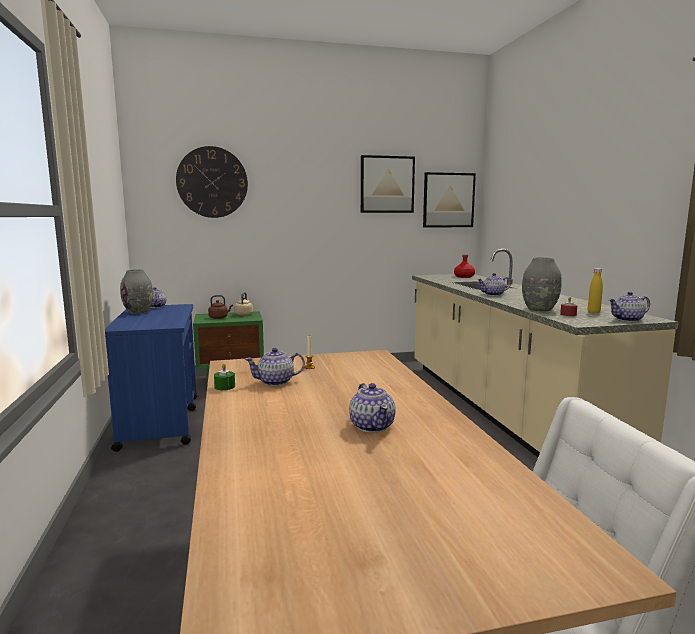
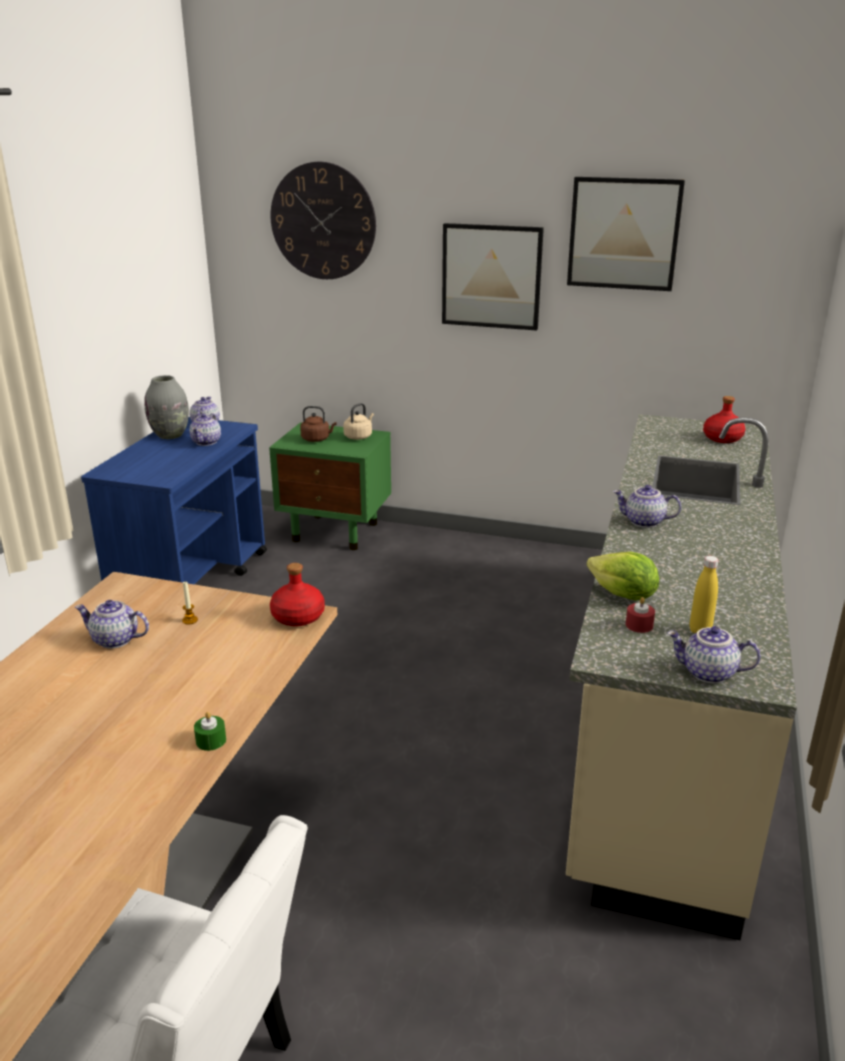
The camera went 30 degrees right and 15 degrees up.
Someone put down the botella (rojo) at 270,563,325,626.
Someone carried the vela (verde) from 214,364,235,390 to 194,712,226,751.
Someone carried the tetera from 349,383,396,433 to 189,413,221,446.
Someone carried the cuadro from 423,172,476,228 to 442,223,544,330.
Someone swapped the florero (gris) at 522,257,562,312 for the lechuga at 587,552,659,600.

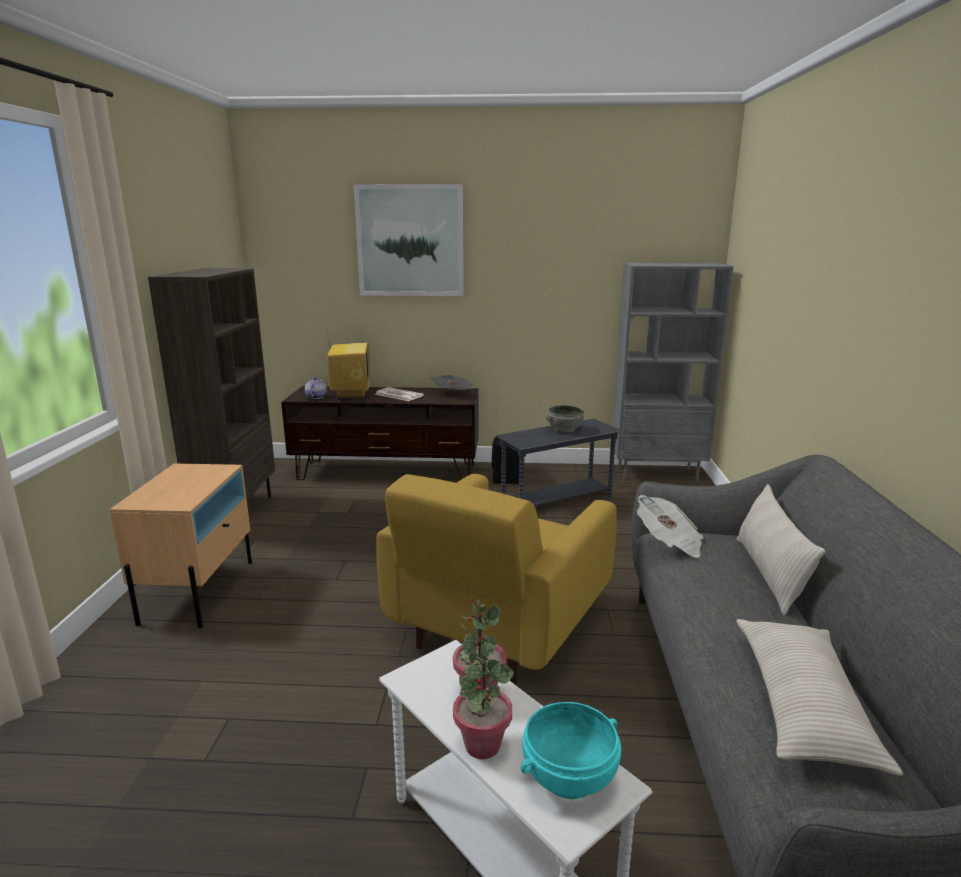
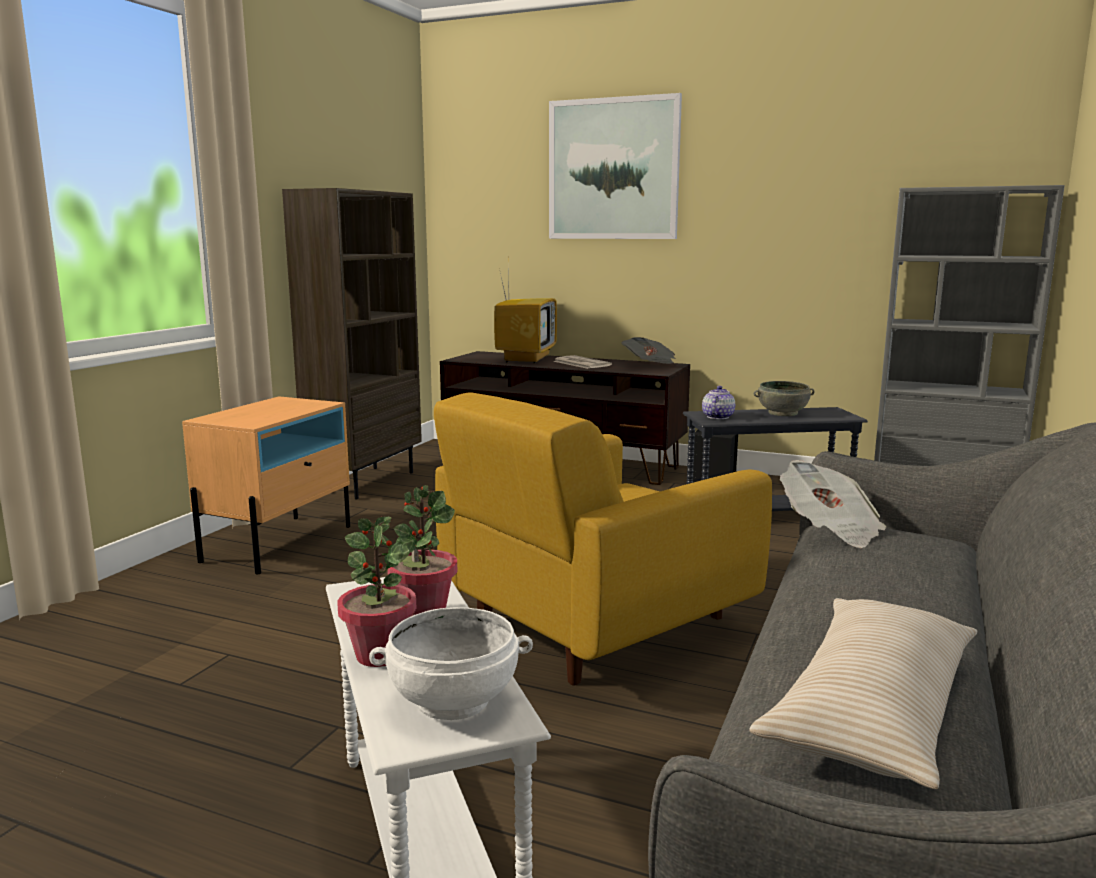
The camera went 20 degrees right and 5 degrees down.
Someone took away the cojín (beis) at 737,484,825,616.
Someone carried the tetera from 305,377,327,399 to 702,386,735,419.
Someone repainted the cuenco (turquesa) at 520,702,621,799, which became the cuenco (blanco) at 369,607,533,720.

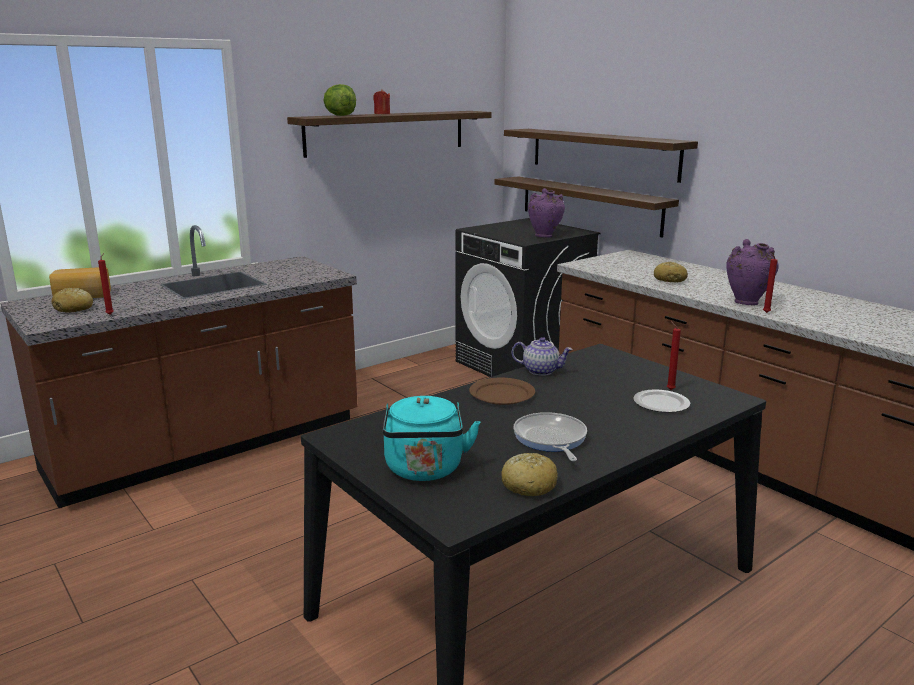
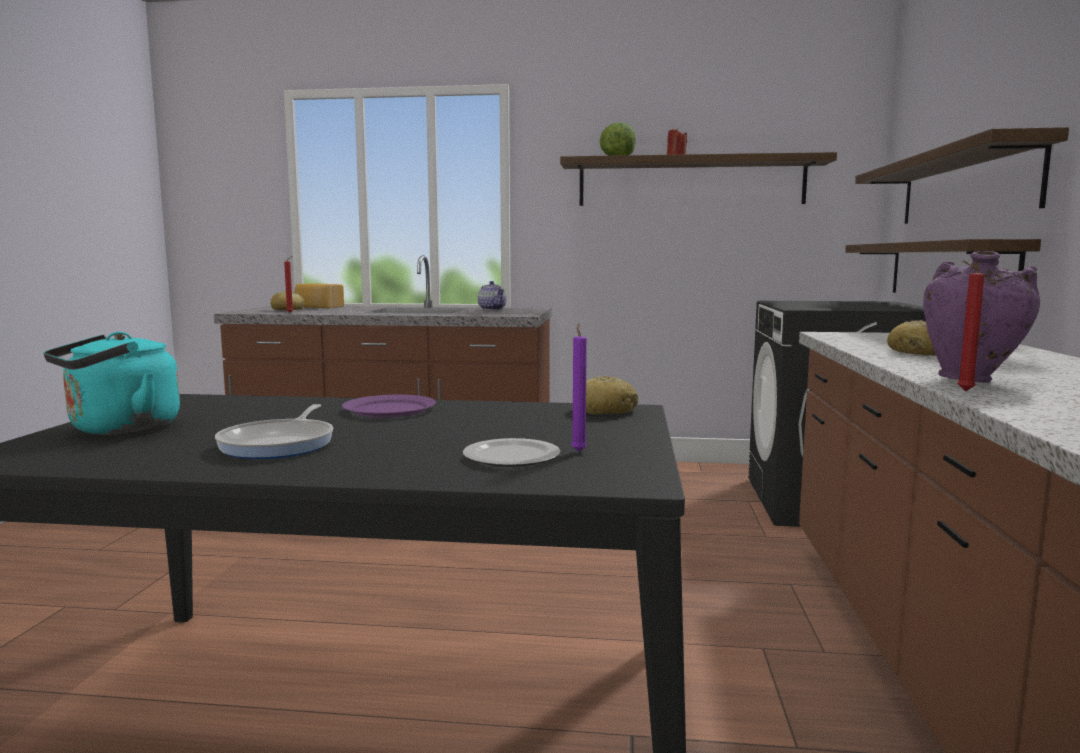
The camera went 45 degrees right and 10 degrees down.
Someone took away the florero (morado) at 528,188,565,237.
Someone carried the pan from 502,453,558,496 to 586,376,638,414.
Someone carried the tetera from 512,337,573,376 to 478,281,507,310.
Someone repainted the plato (marrón) at 469,378,535,405, which became the plato (morado) at 342,395,436,418.
Someone repainted the vela (rojo) at 667,321,681,390, which became the vela (morado) at 571,323,587,452.
Someone rotated the sartén at 513,412,587,461 by 150 degrees clockwise.

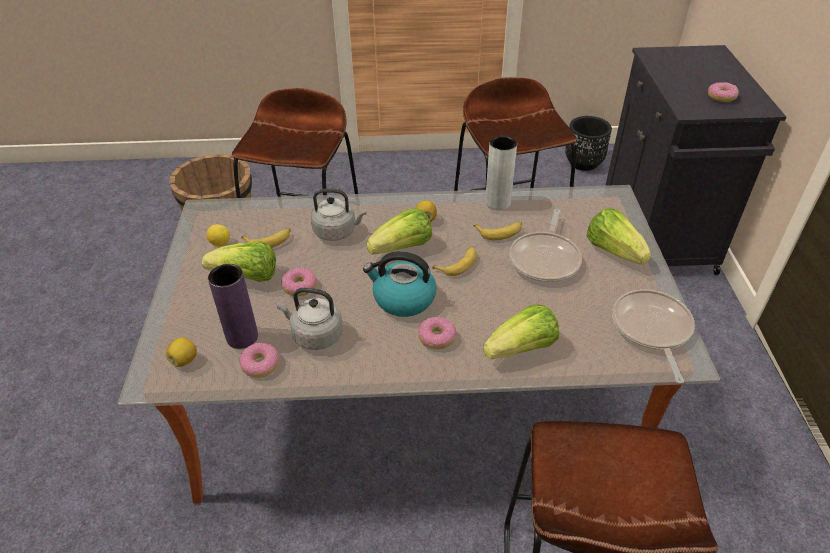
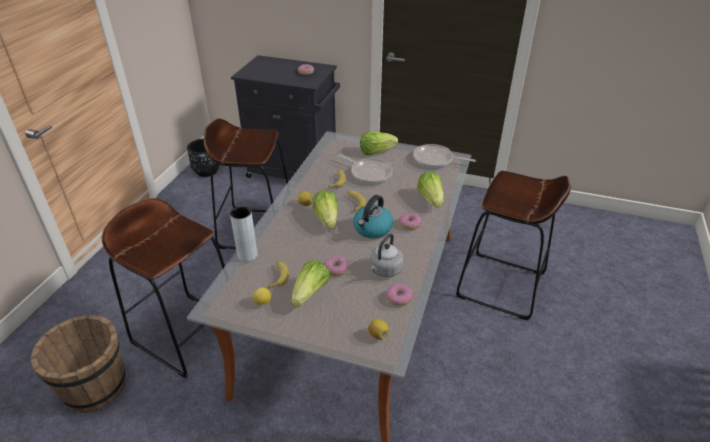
The camera went 70 degrees left and 5 degrees down.
Someone took away the florero (morado) at 208,264,258,349.
Someone took away the hervidor (gris) at 311,189,367,241.
Someone carried the florero (gris) from 485,136,517,210 to 230,206,258,262.

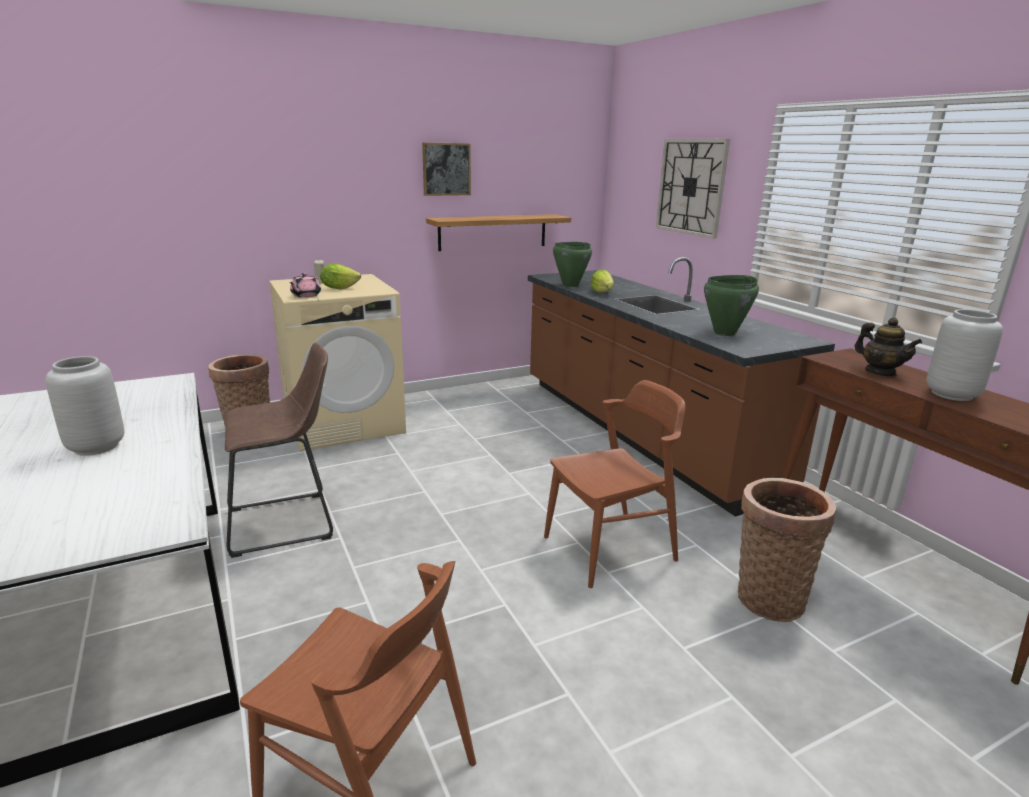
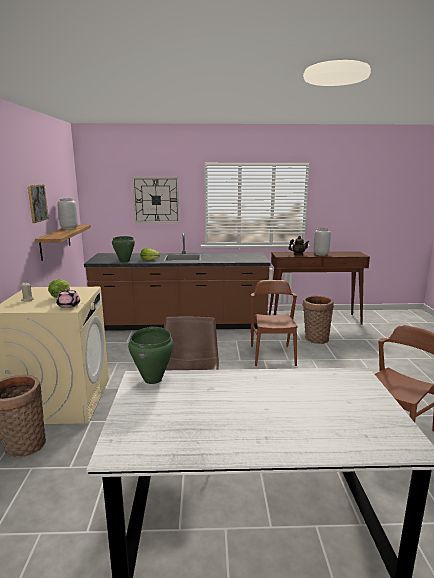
The camera went 65 degrees left and 5 degrees down.
Someone carried the florero (gris) from 46,356,124,456 to 58,198,78,229.
Someone carried the olla (verde) from 704,275,759,336 to 128,327,174,384.

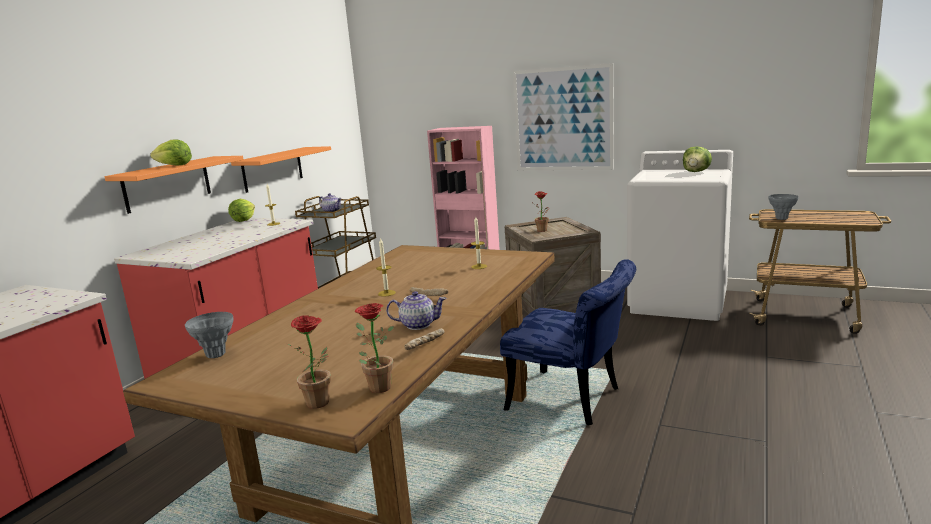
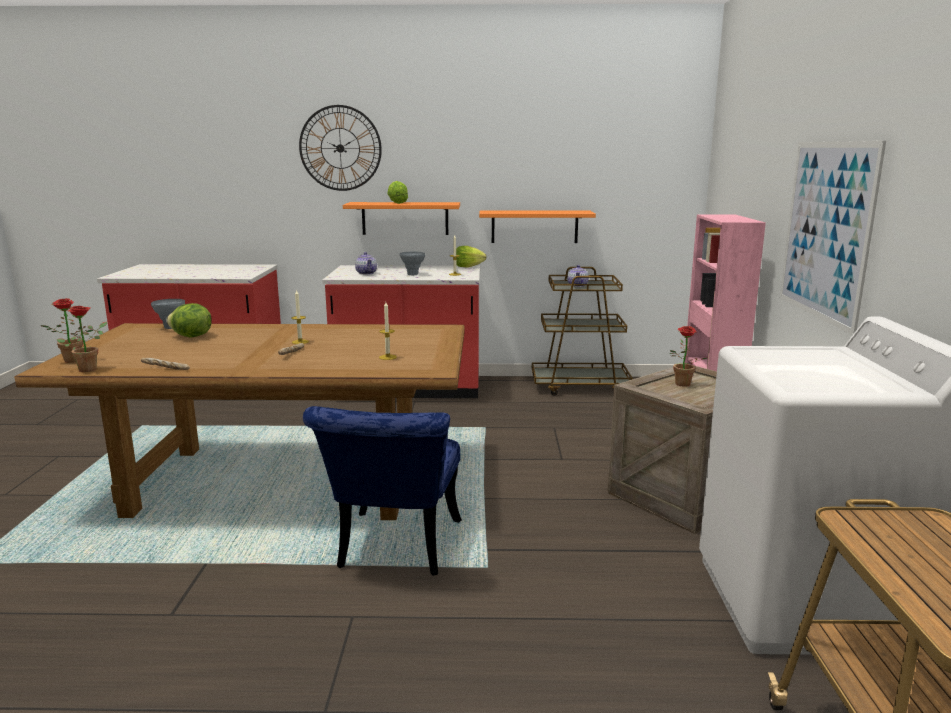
The camera went 65 degrees right and 0 degrees up.
Someone put up the reloj de pared at 299,105,382,191.
Someone carried the tetera from 386,291,447,330 to 355,252,377,275.
Someone carried the lechuga from 683,146,712,172 to 166,303,212,338.
Someone carried the florero (gris) from 768,194,799,220 to 400,252,425,275.

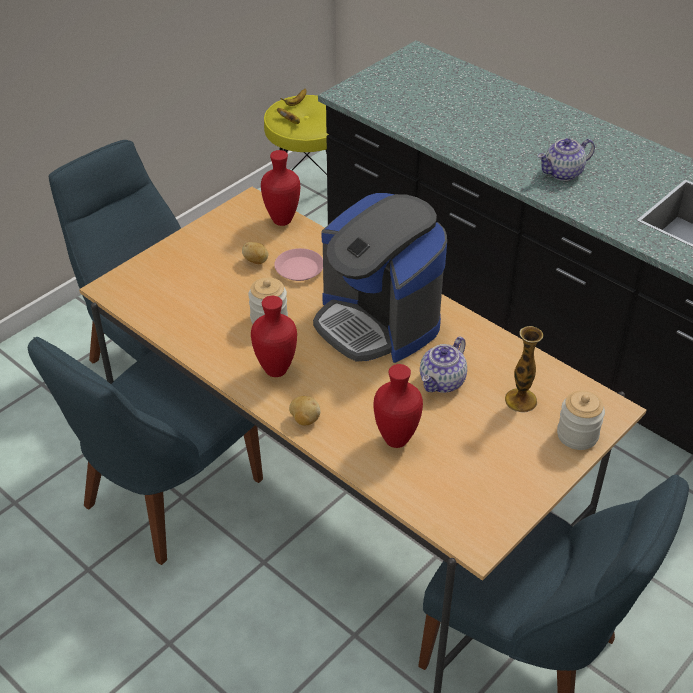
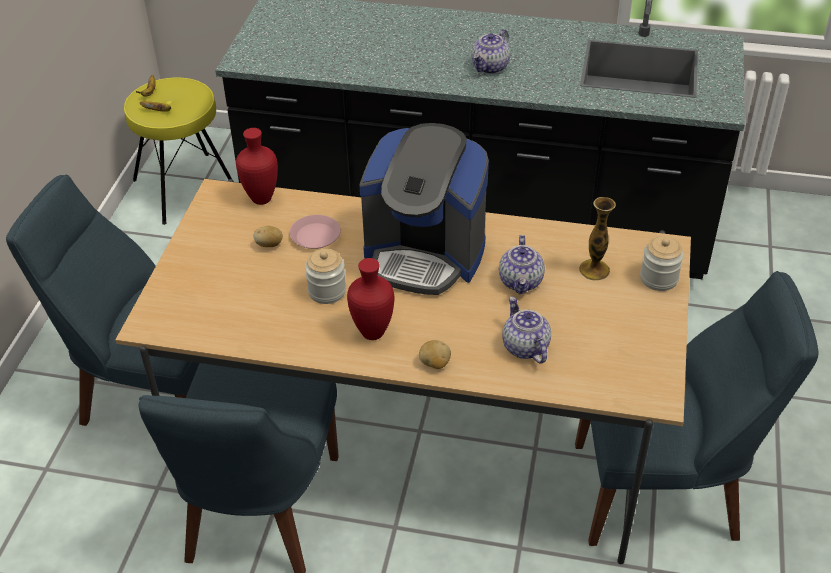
The camera went 30 degrees left and 0 degrees up.
Someone swapped the florero (rojo) at 373,364,423,448 for the tetera at 502,297,551,364.

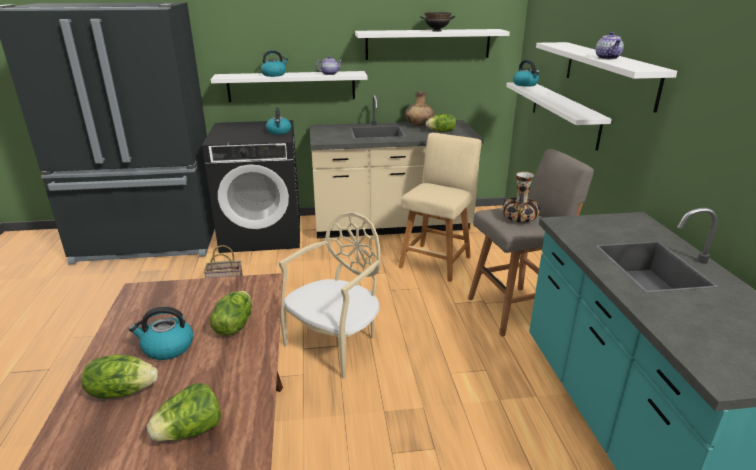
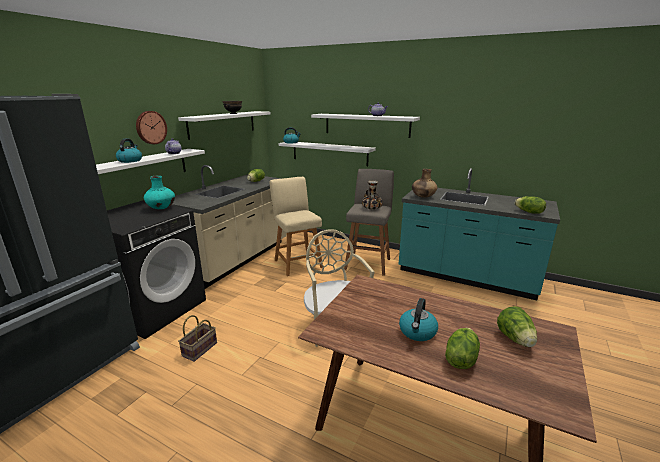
The camera went 55 degrees left and 5 degrees down.
Someone put up the reloj de pared at 136,111,167,144.
Someone carried the lechuga from 210,291,252,336 to 515,196,546,214.
Someone carried the florero (marrón) from 405,92,434,126 to 412,169,438,198.
Someone swapped the hervidor at 266,108,291,135 for the florero (turquesa) at 144,176,175,209.

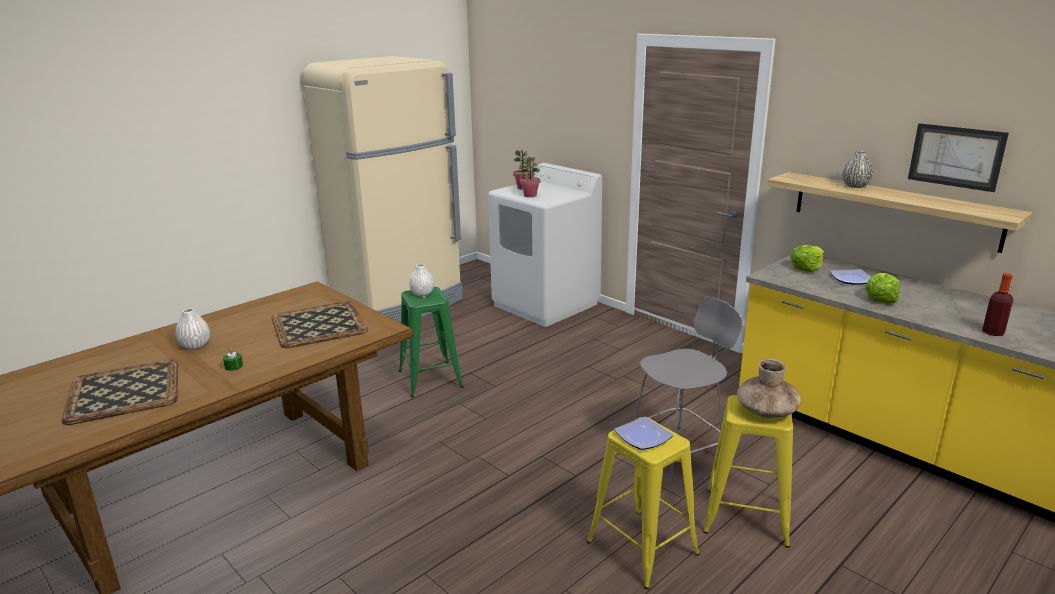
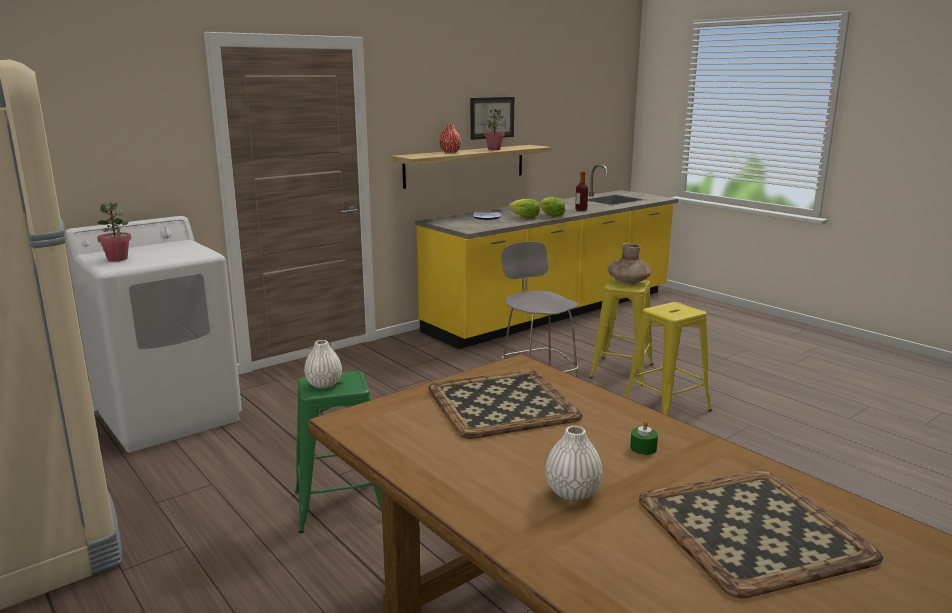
The camera went 85 degrees left and 5 degrees down.
Someone took away the plato at 614,417,674,450.
Someone carried the planta en maceta from 520,157,540,197 to 484,109,505,150.
Someone carried the lechuga from 790,245,824,272 to 539,197,565,217.
Someone repainted the florero (gris) at 842,151,873,188, which became the florero (rojo) at 439,124,461,153.

